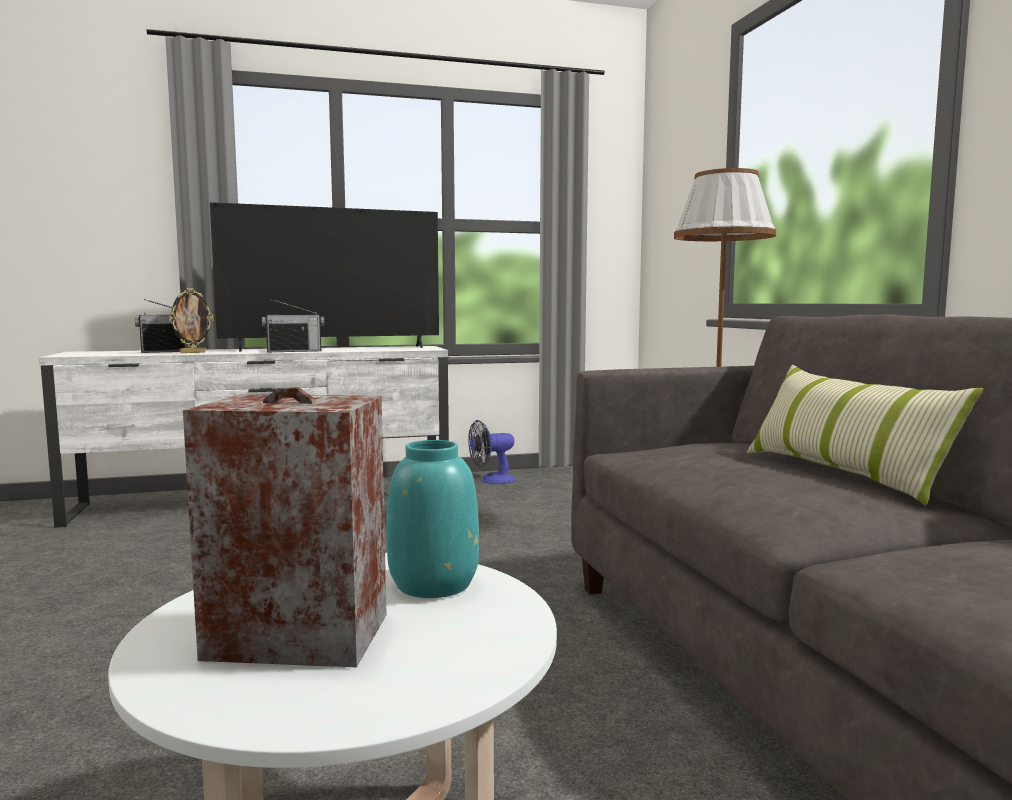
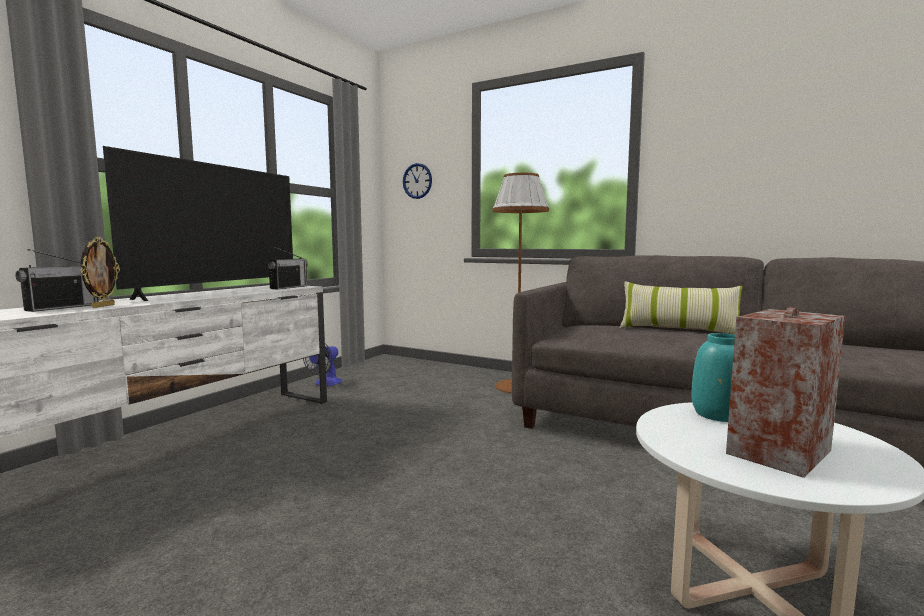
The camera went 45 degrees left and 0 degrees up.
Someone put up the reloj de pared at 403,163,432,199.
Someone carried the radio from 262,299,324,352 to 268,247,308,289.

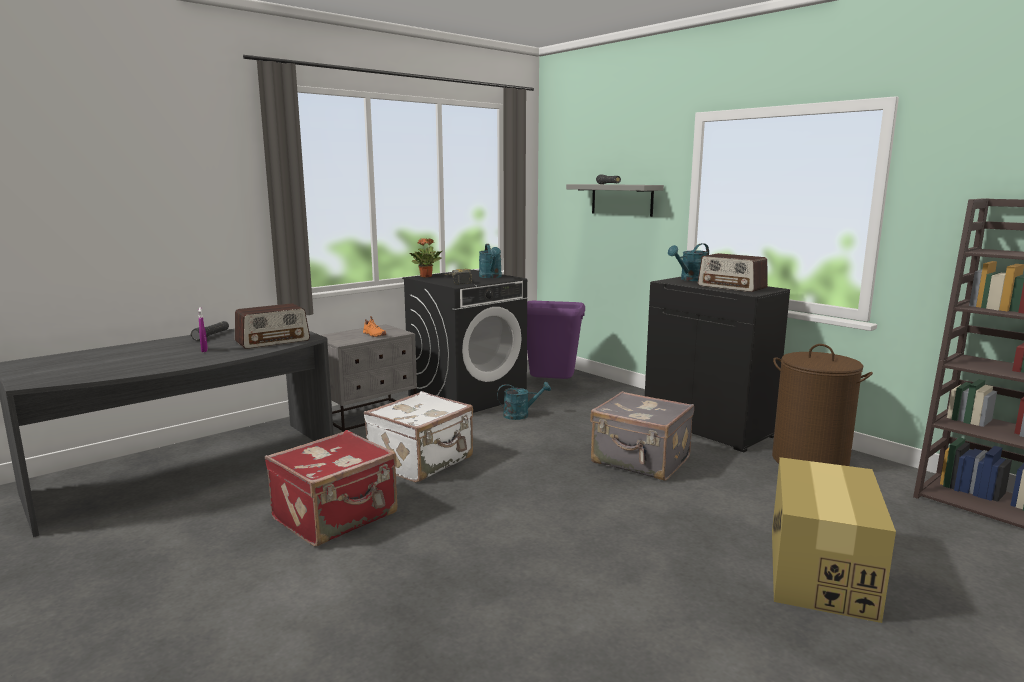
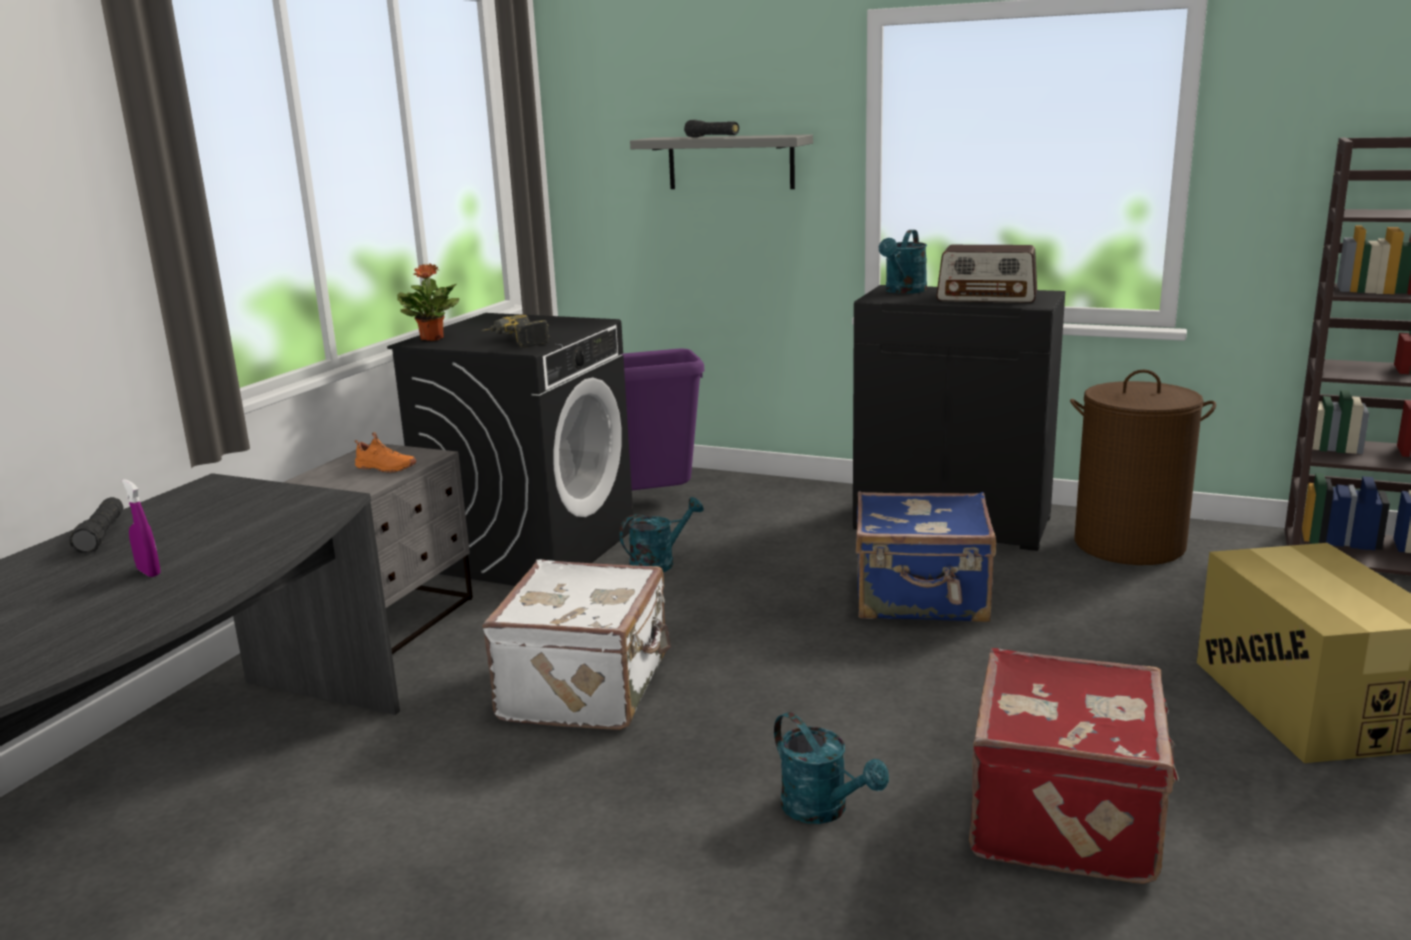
The camera went 25 degrees left and 5 degrees up.
Someone took away the radio at 235,303,310,349.
Someone carried the maleta (rojo) from 265,430,398,547 to 969,648,1179,884.
Someone carried the regadera (turquesa) from 479,244,502,278 to 774,712,889,824.
Someone repainted the maleta (gris) at 590,391,694,481, which became the maleta (azul) at 856,491,996,622.

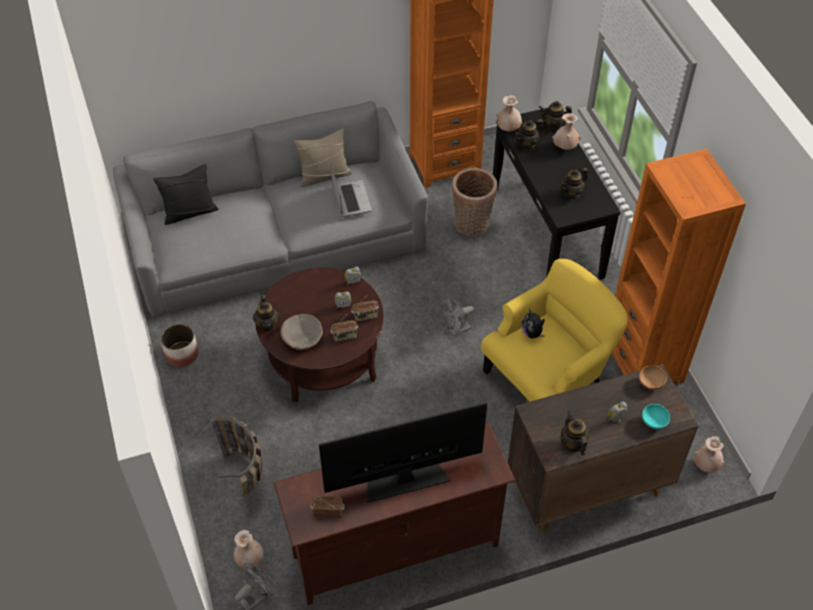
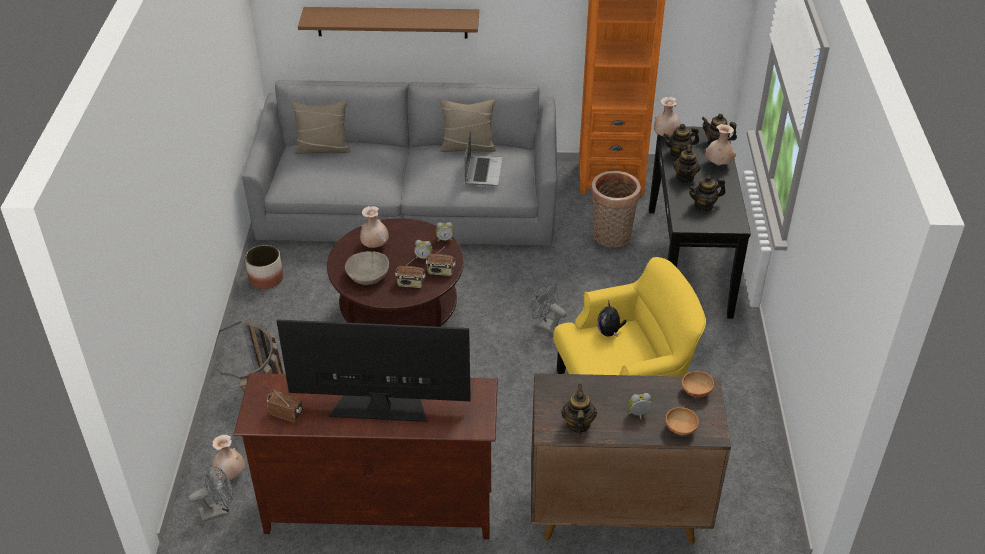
The camera went 20 degrees right and 10 degrees down.
Someone took away the estantería (naranja) at 612,149,746,384.
Someone put up the estante (marrón) at 298,7,479,38.
Someone carried the tetera from 253,295,280,332 to 673,144,701,183.
Someone carried the florero (beis) from 693,436,724,473 to 360,206,389,248.
Someone repainted the cojín (negro) at 153,164,218,225, which became the cojín (beis) at 291,101,351,154.
Someone repainted the cuenco (turquesa) at 642,404,670,429, which became the cuenco (marrón) at 665,407,699,435.
Someone rotated the ventilador (gris) at 441,297,474,337 by 45 degrees clockwise.

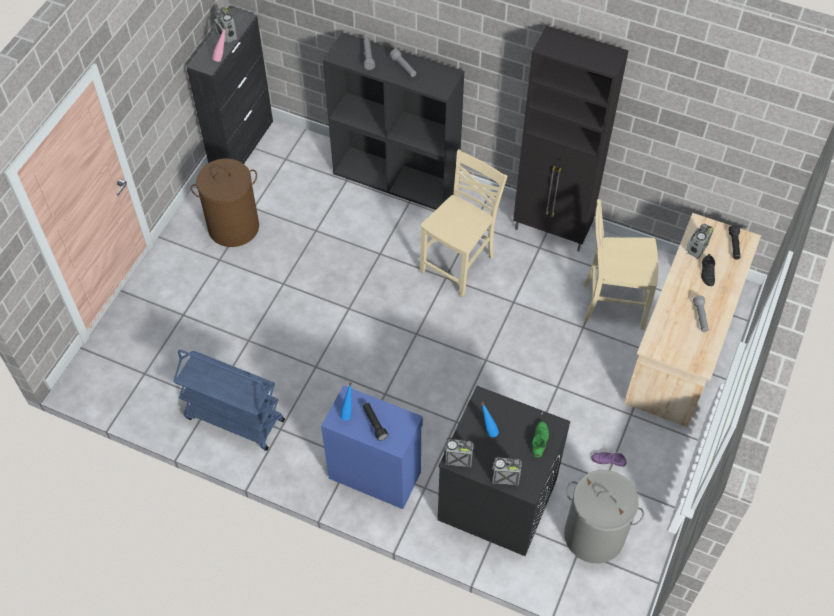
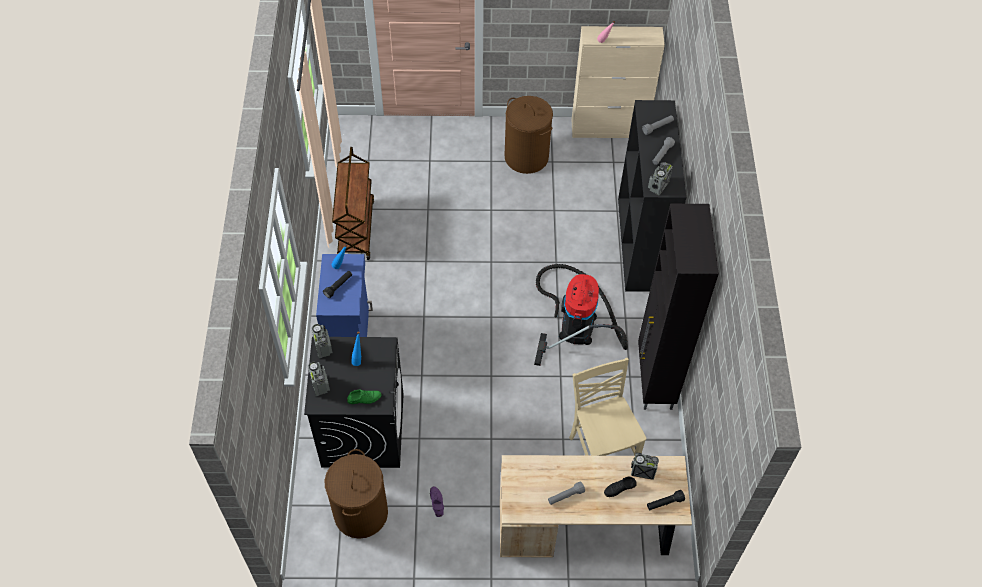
The camera went 65 degrees right and 0 degrees up.
Someone carried the radio from 213,7,237,43 to 648,162,673,195.
Someone swapped the silla (beis) at 420,149,508,297 for the aspiradora at 534,264,628,366.
Someone repainted the carrito (azul) at 173,349,285,451, which became the carrito (marrón) at 332,147,374,260.
Someone repainted the armario (negro) at 186,8,273,164, which became the armario (beis) at 572,26,665,138.
Someone repainted the cesto de la ropa (gris) at 564,470,644,564, which became the cesto de la ropa (marrón) at 325,449,388,539.

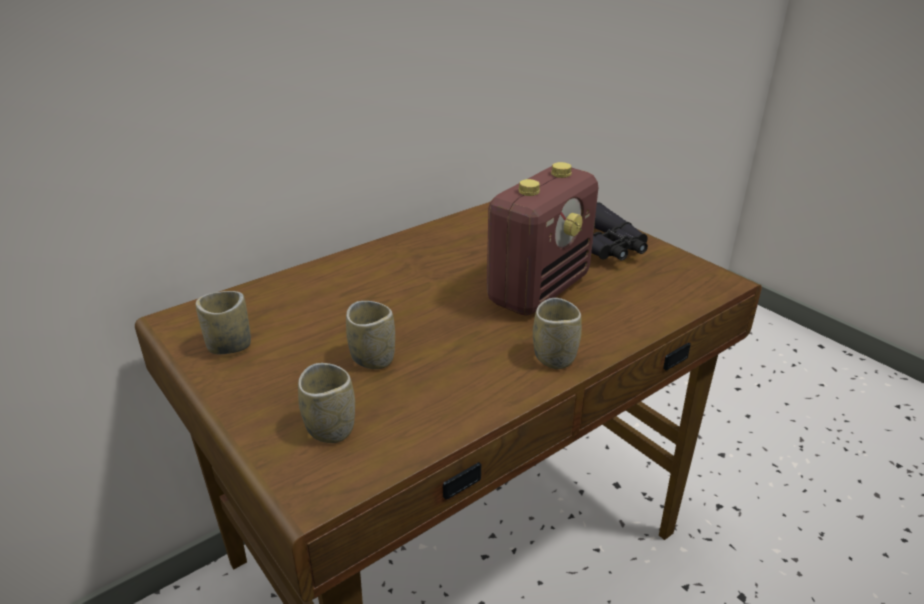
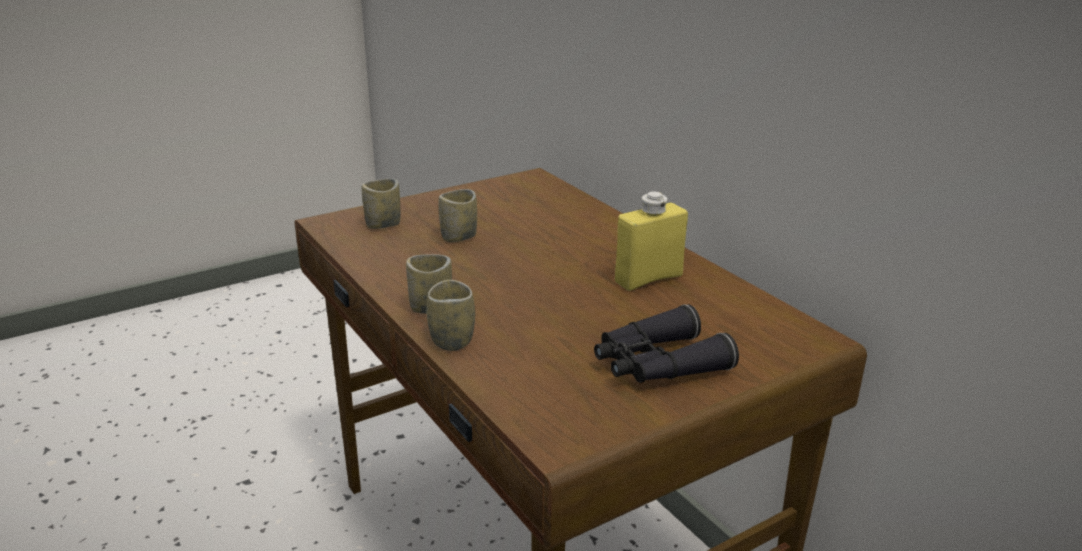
The camera went 95 degrees right and 5 degrees down.
Someone took away the radio at 487,162,598,316.
Someone put down the botella (amarillo) at 615,192,688,291.
Someone carried the taza from 196,291,251,354 to 427,280,475,351.

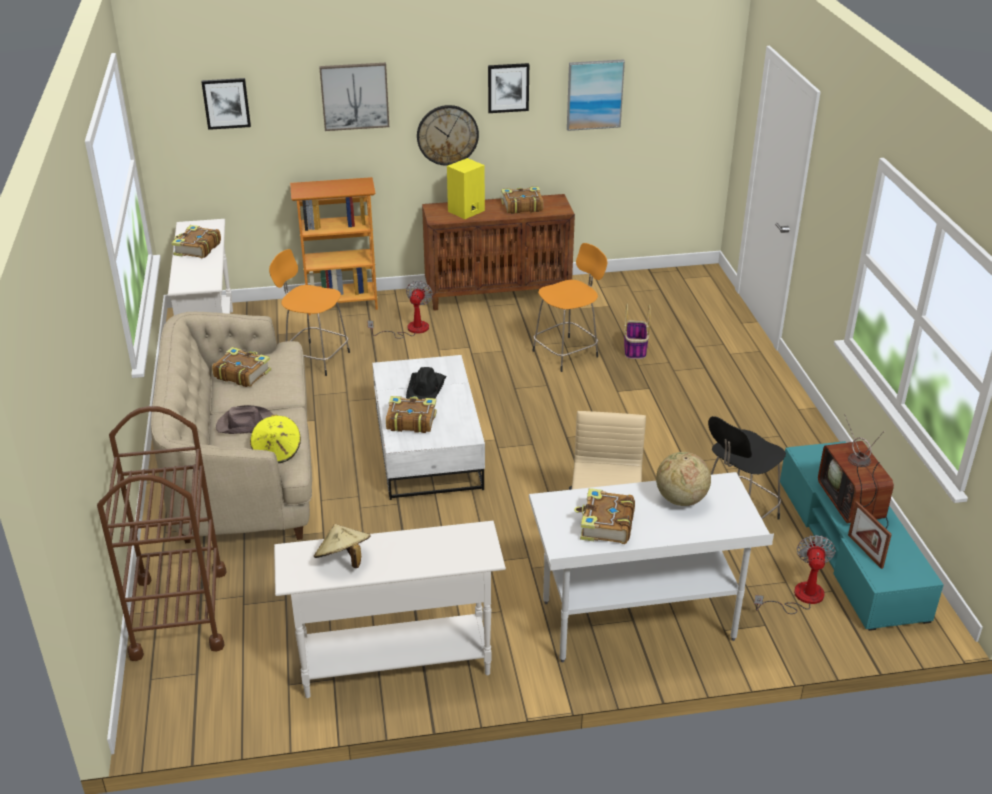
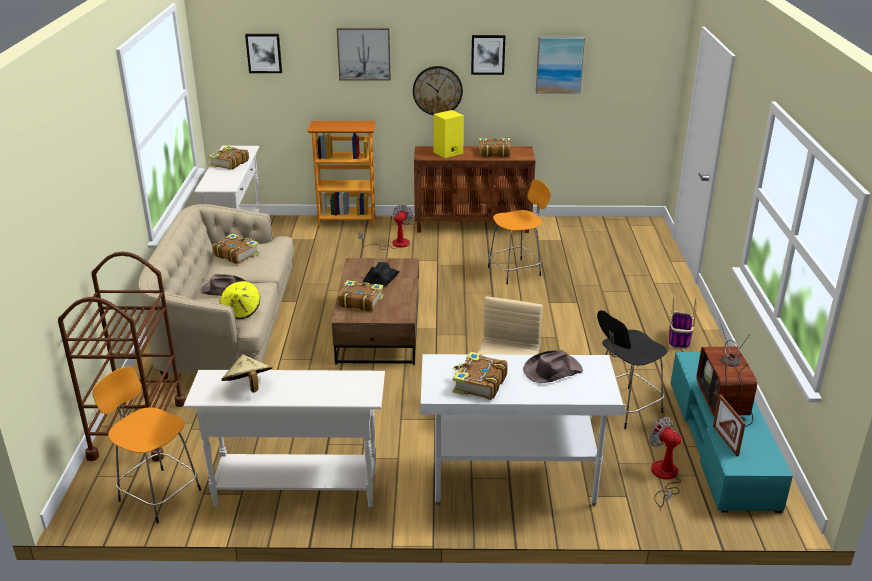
The camera went 10 degrees right and 5 degrees down.
Someone carried the taburete (naranja) from 269,249,350,376 to 93,366,201,524.
Someone carried the cesta from 624,304,651,359 to 669,295,697,349.
Someone swapped the globo terráqueo at 656,452,711,506 for the sombrero (marrón) at 523,350,583,383.
Someone repainted the mesa de centro (blanco) at 372,355,485,500, which became the mesa de centro (marrón) at 332,258,419,365.
Someone rotated the ventilador at 754,535,835,614 by 60 degrees counterclockwise.

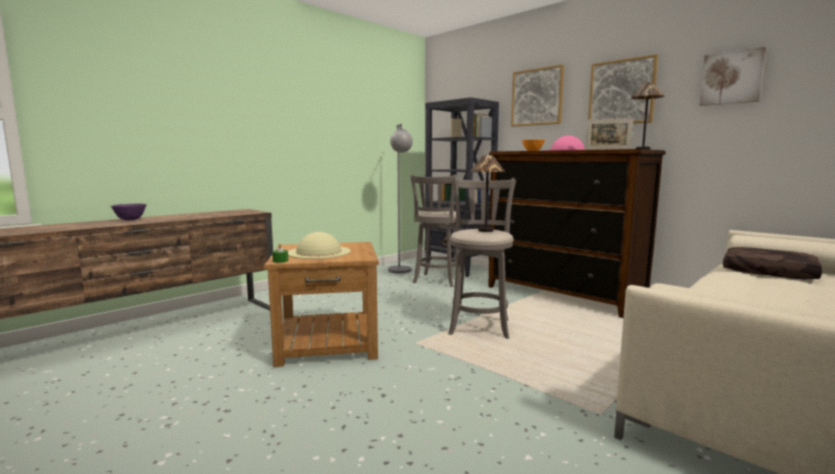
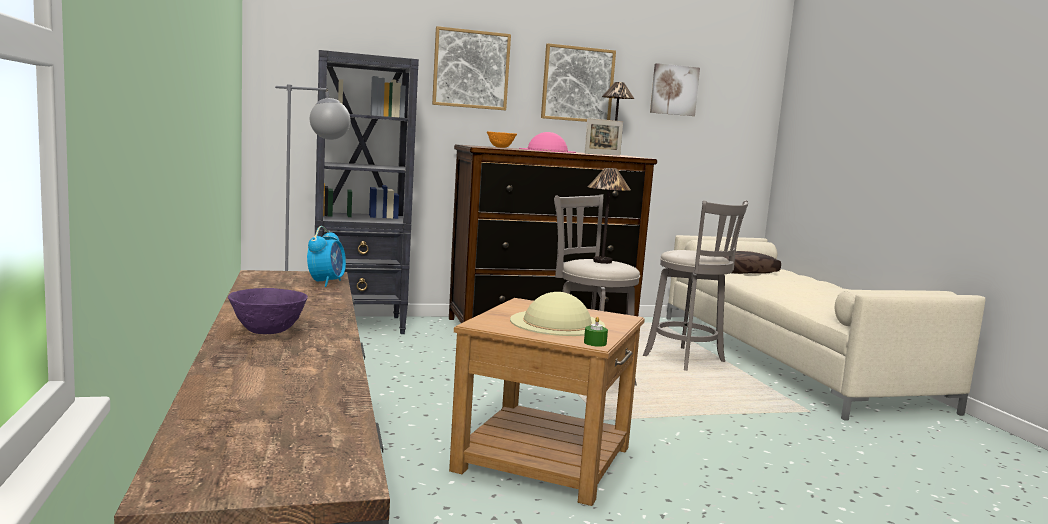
The camera went 60 degrees left and 0 degrees up.
Someone put down the despertador at 307,226,346,287.
Someone carried the taburete (gris) from 410,174,459,287 to 643,200,748,371.

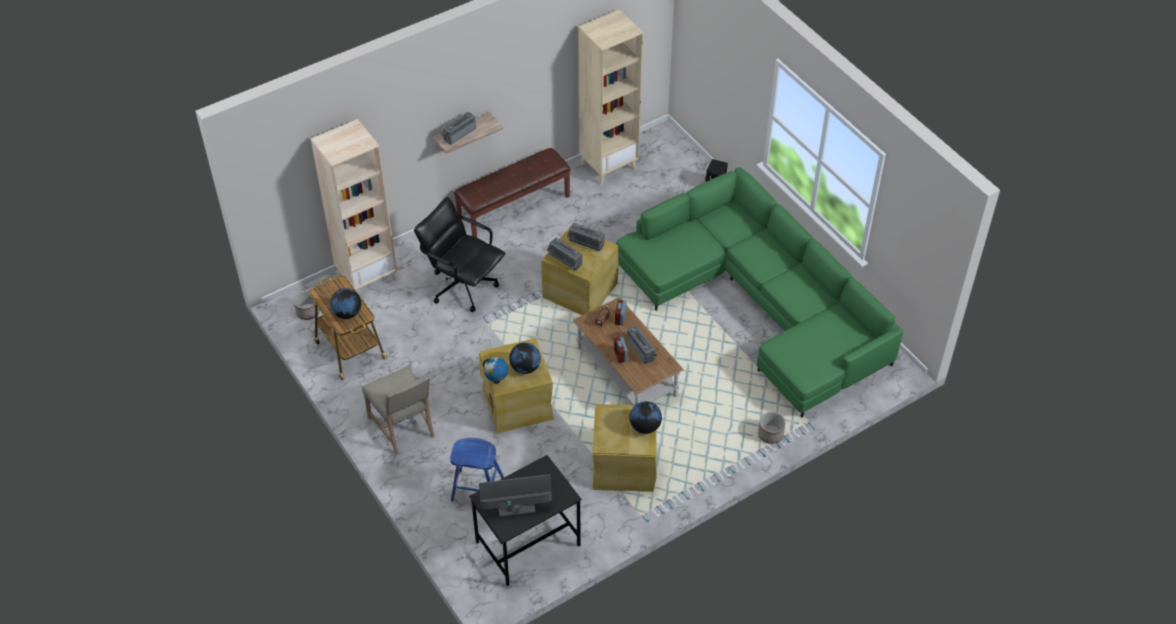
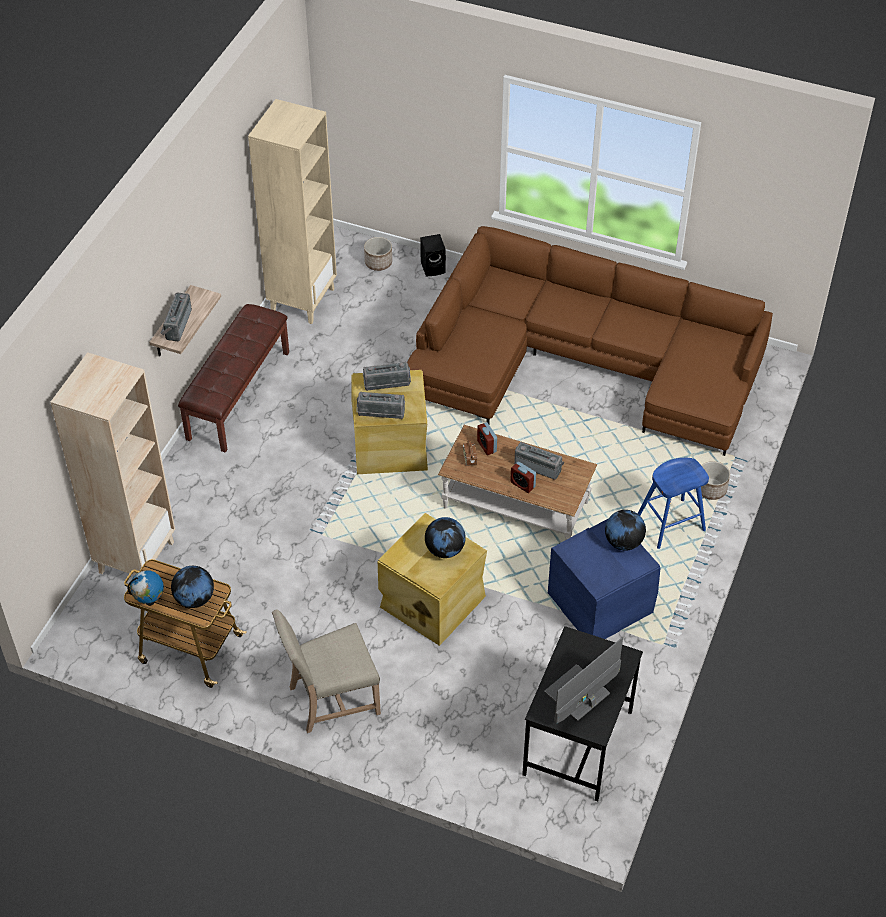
The camera went 35 degrees left and 0 degrees up.
Someone took away the silla de oficina (negro) at 414,197,505,312.
Someone carried the maceta from 293,290,320,320 to 364,237,392,271.
Someone carried the taburete (azul) from 450,438,504,502 to 638,458,709,549.
Someone carried the globo terráqueo from 483,357,508,384 to 127,570,164,606.
Someone repainted the caja de almacenaje (beis) at 592,404,656,492, which became the caja de almacenaje (azul) at 548,518,661,639.
Someone repainted the sofá (verde) at 616,167,903,417, which became the sofá (marrón) at 407,226,773,456.
Someone rotated the silla (beis) at 362,366,435,455 by 135 degrees clockwise.

